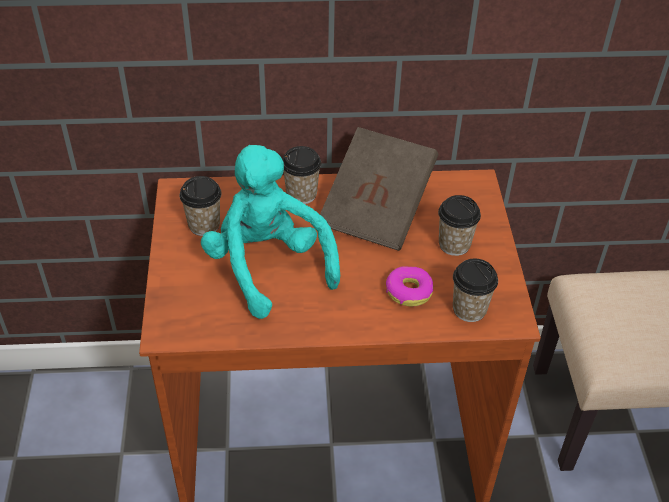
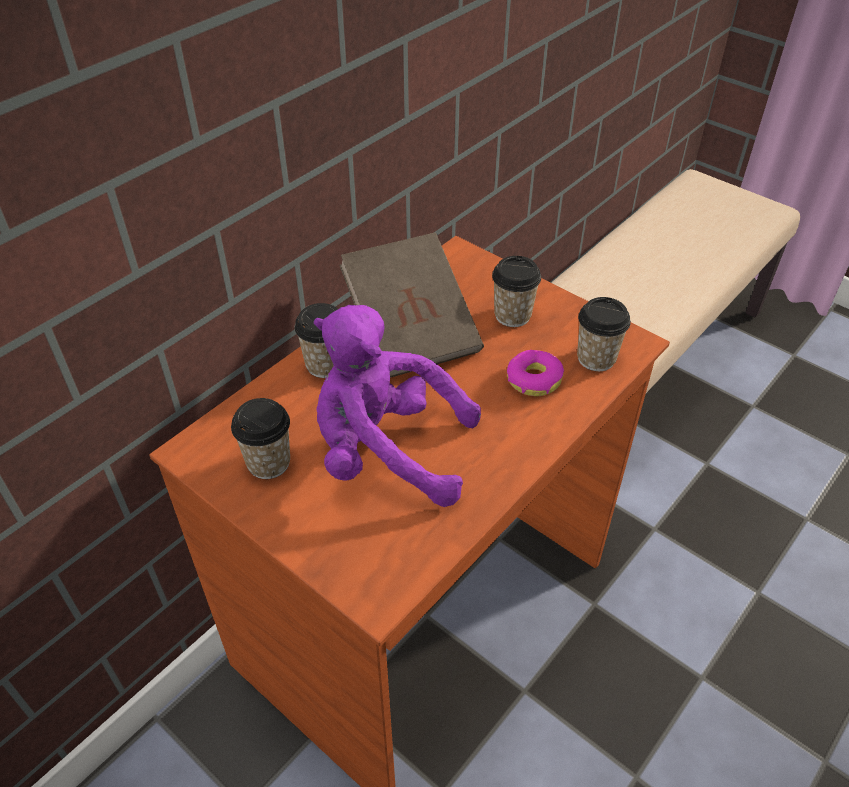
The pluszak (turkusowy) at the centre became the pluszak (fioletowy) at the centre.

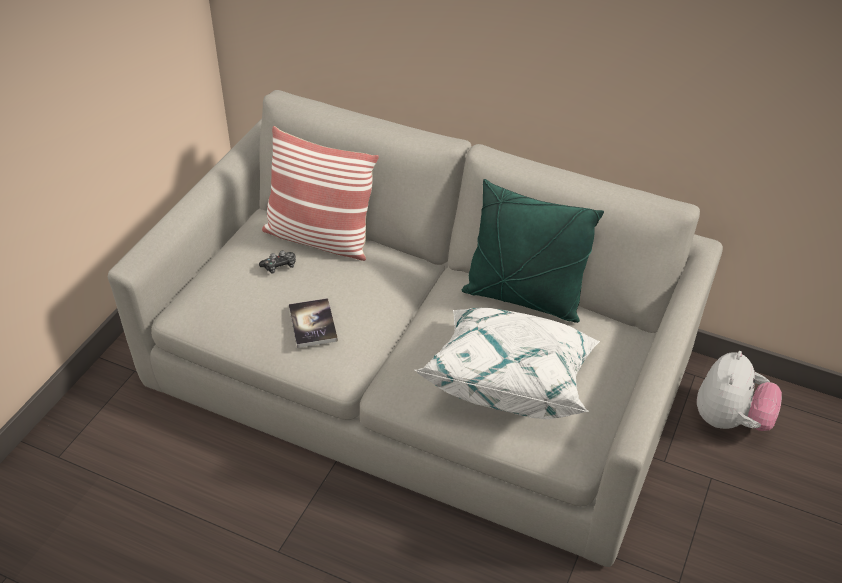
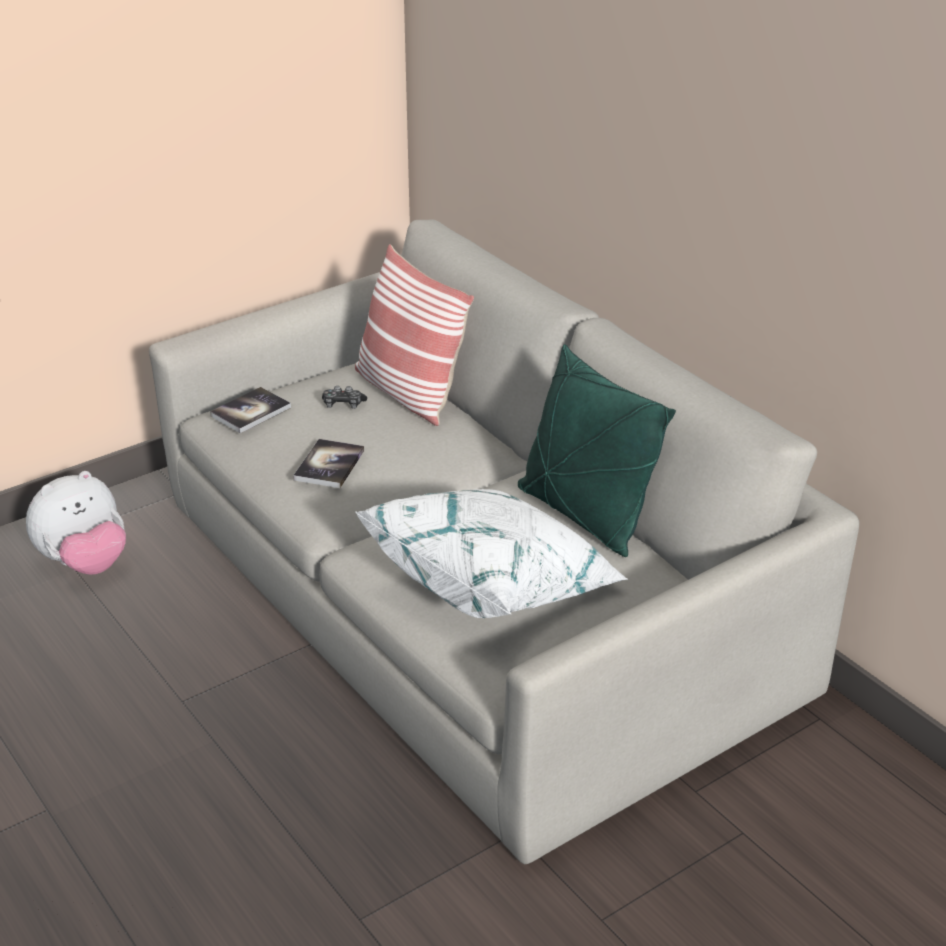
The pluszak moved from the bottom right to the middle left.
The książka (1st from left) at the middle left appeared.

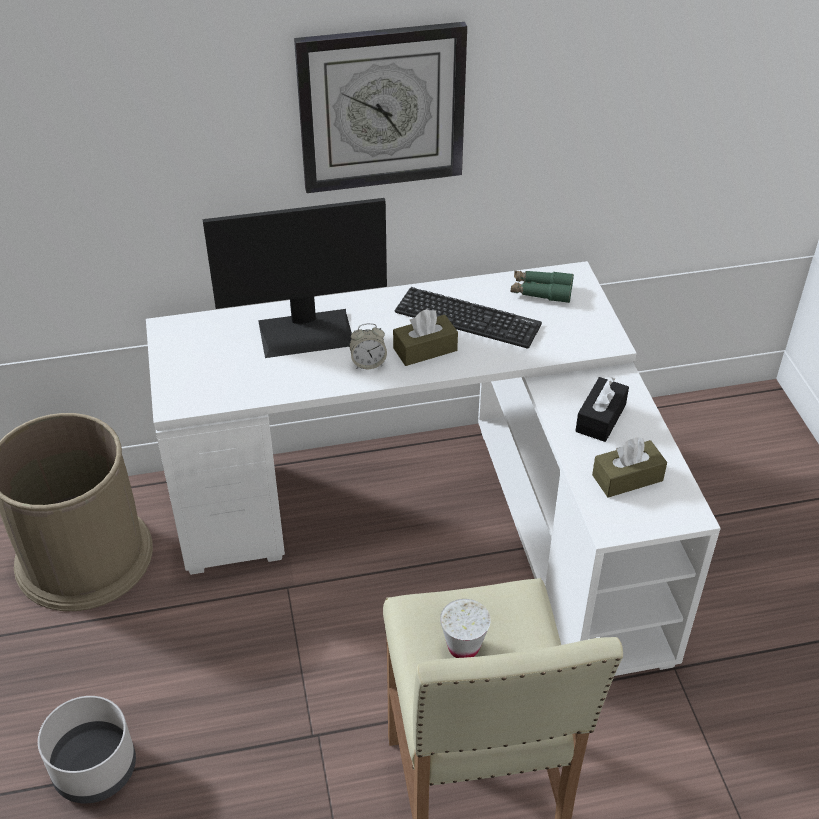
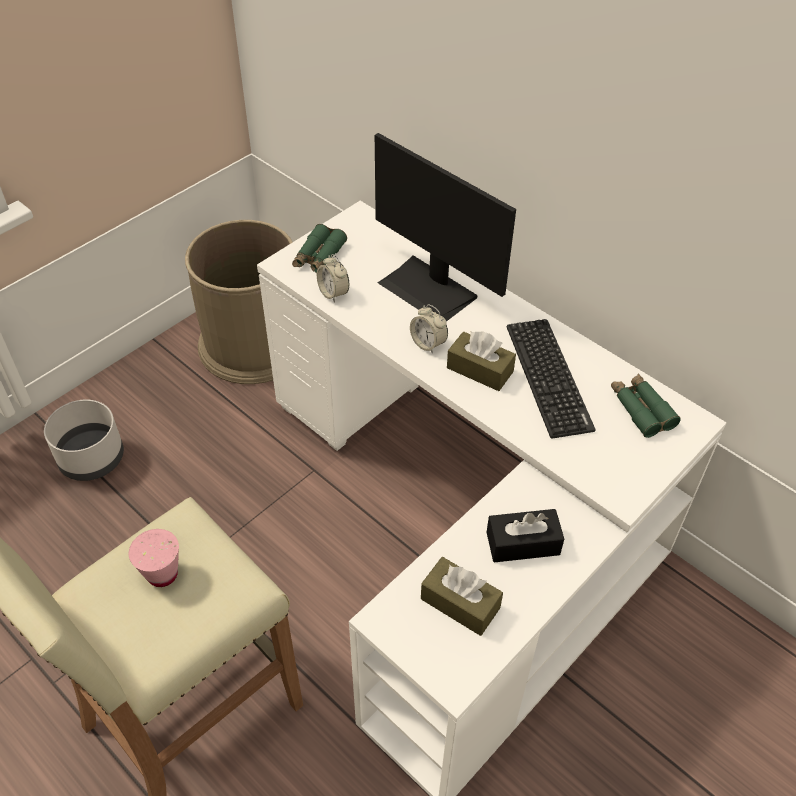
The zegar ścienny at the top centre disappeared.
The filiżanka (biały) at the bottom centre became the filiżanka (różowy) at the bottom left.
The lornetka (zielony) (1st from left) at the top centre appeared.
The budzik (1st from left) at the centre appeared.

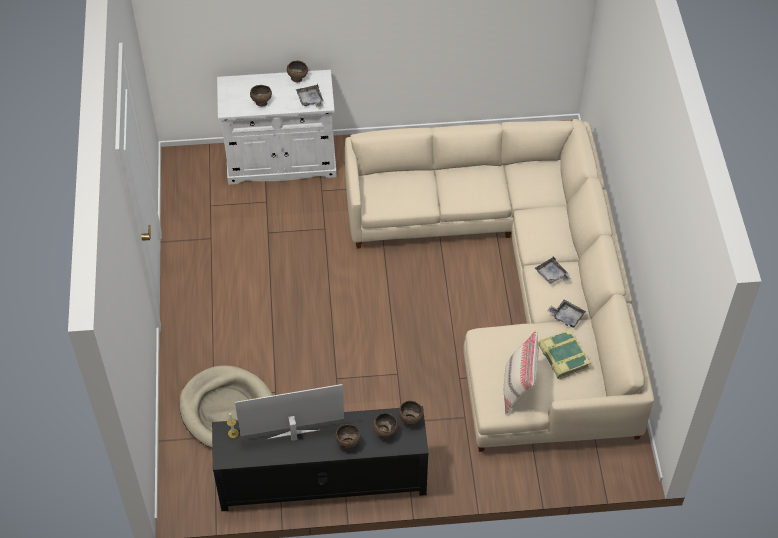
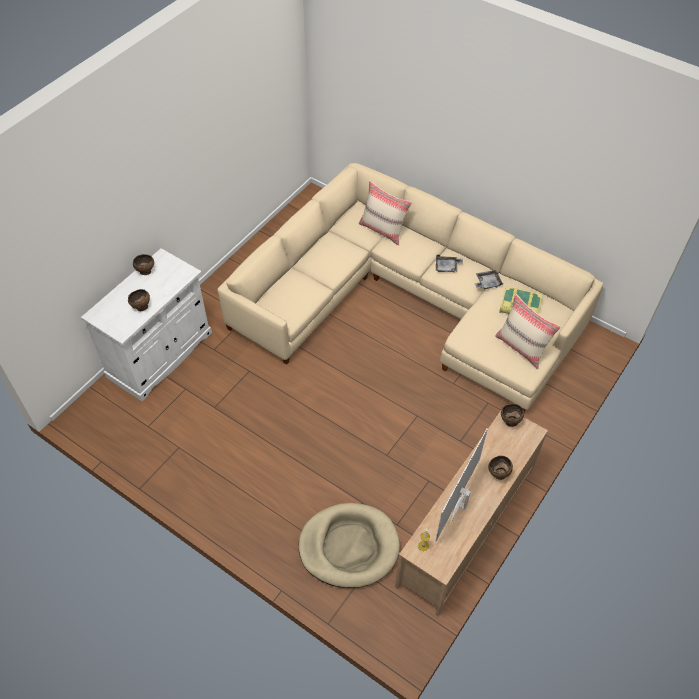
The taca (szary) (1st from left) at the top centre disappeared.
The szafka pod telewizor (czarny) at the bottom centre became the szafka pod telewizor (beżowy) at the bottom right.
The miska (brązowy) (4th from left) at the bottom centre disappeared.
The poduszka (beżowy) (1st from left) at the top centre appeared.

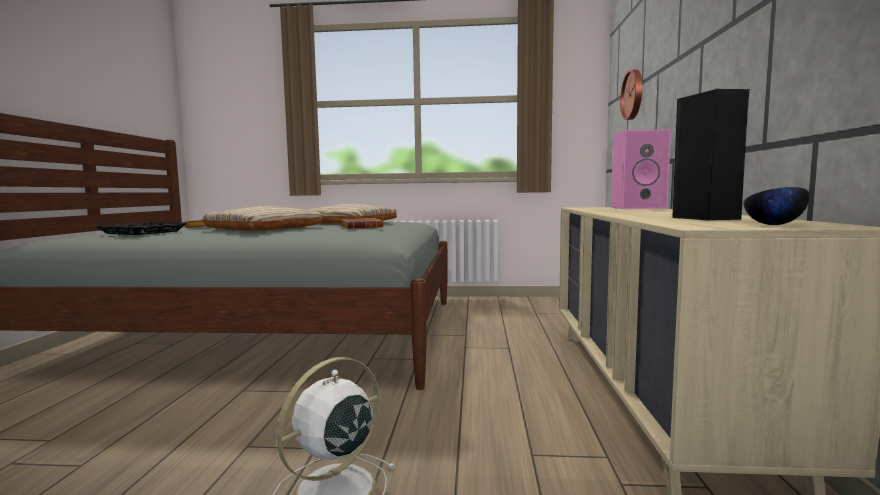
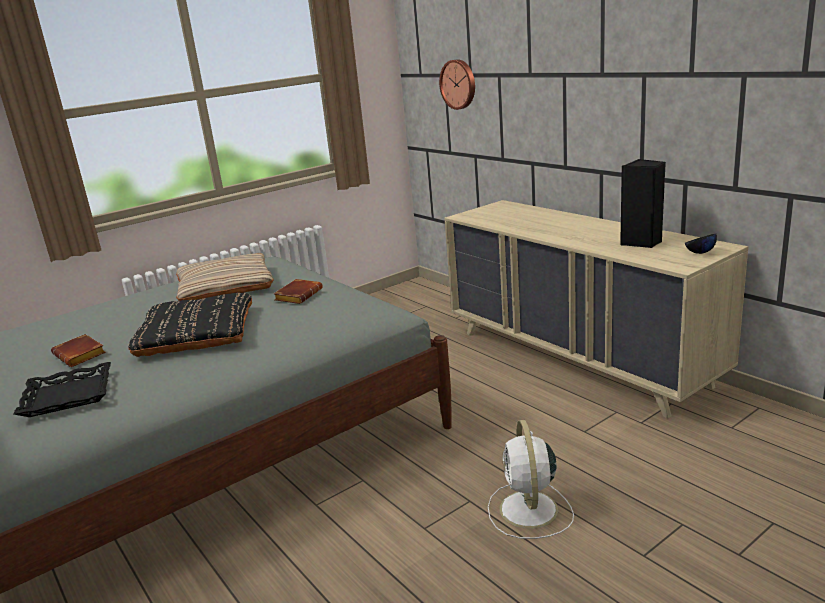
The głośnik (różowy) at the middle right disappeared.
The poduszka (beżowy) (1st from left) at the middle left became the poduszka (czarny) at the middle left.

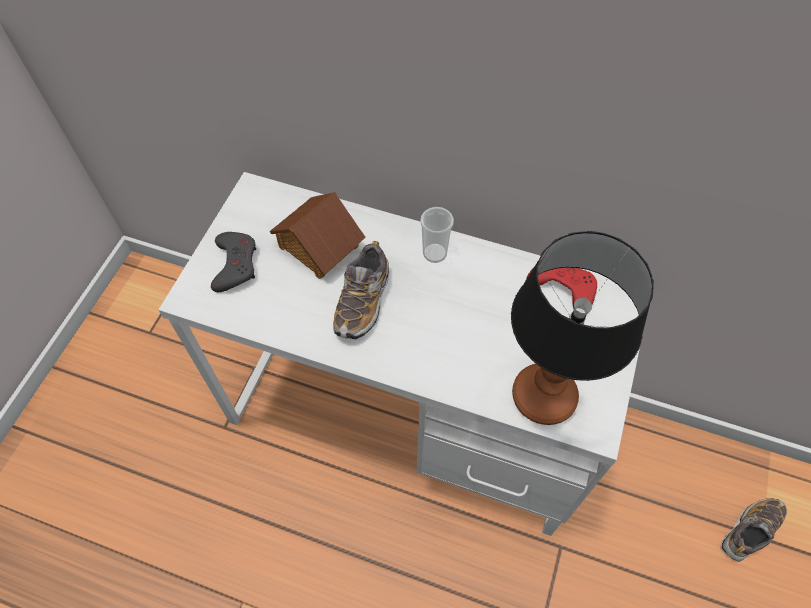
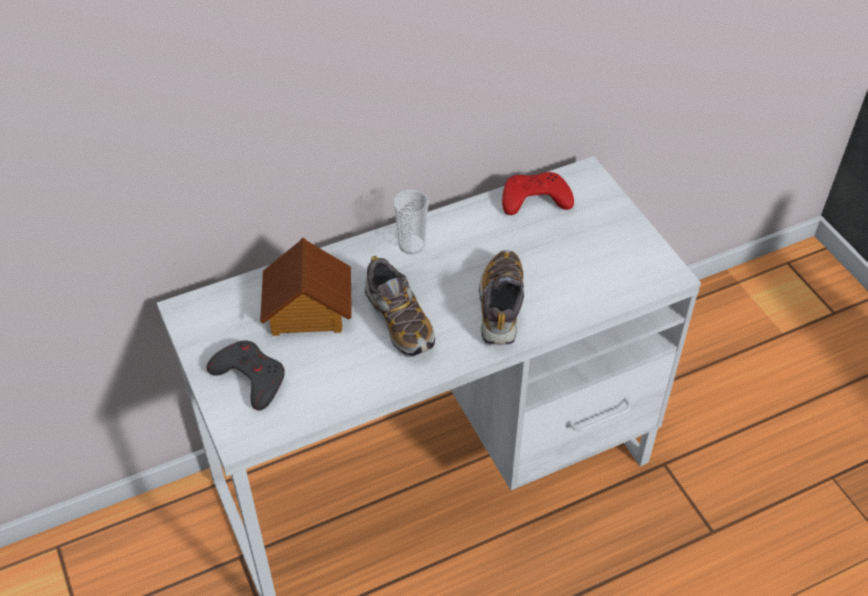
The lampa stołowa at the middle right disappeared.
The but (2nd from left) moved from the bottom right to the centre.

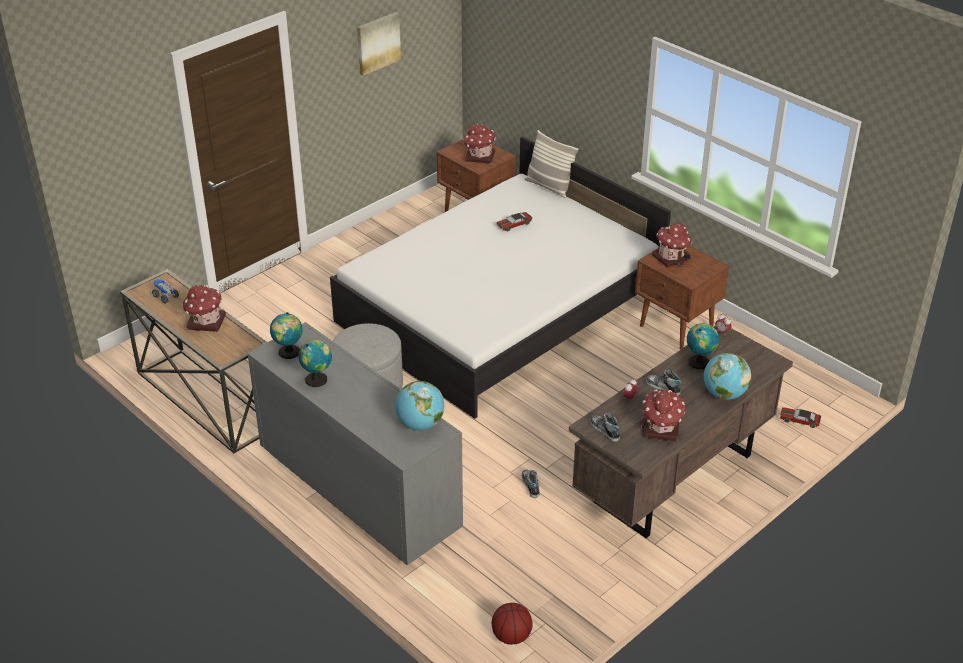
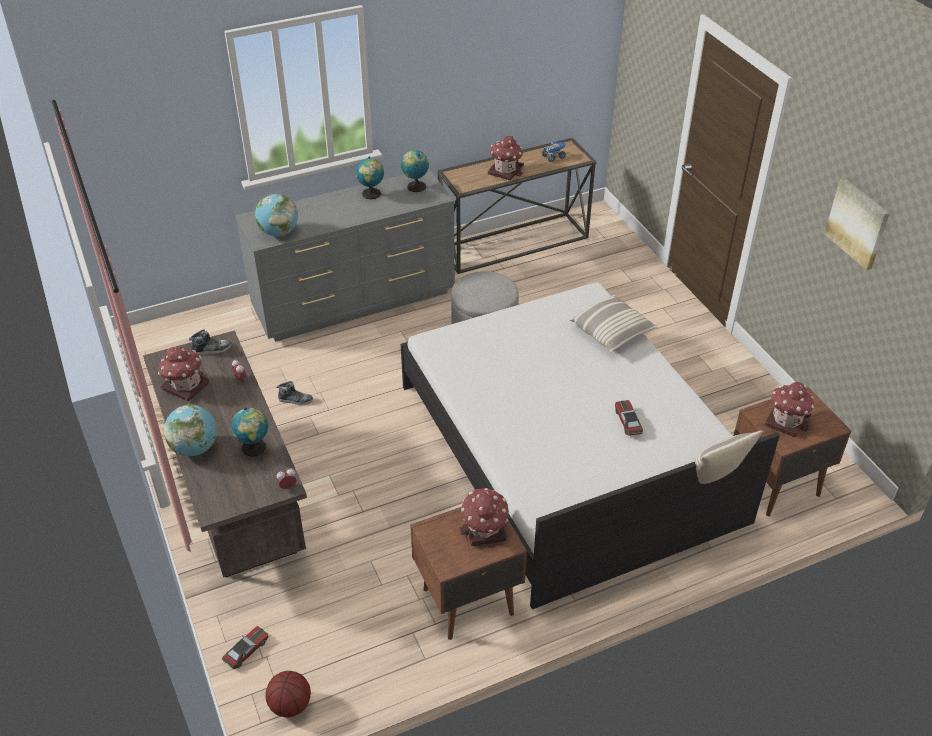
The but (3rd from left) at the middle right disappeared.
The piłka do koszykówki moved from the bottom centre to the bottom left.
The poduszka (1st from left) at the centre appeared.

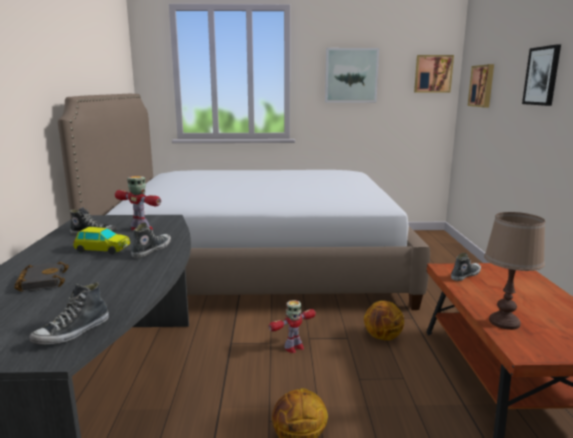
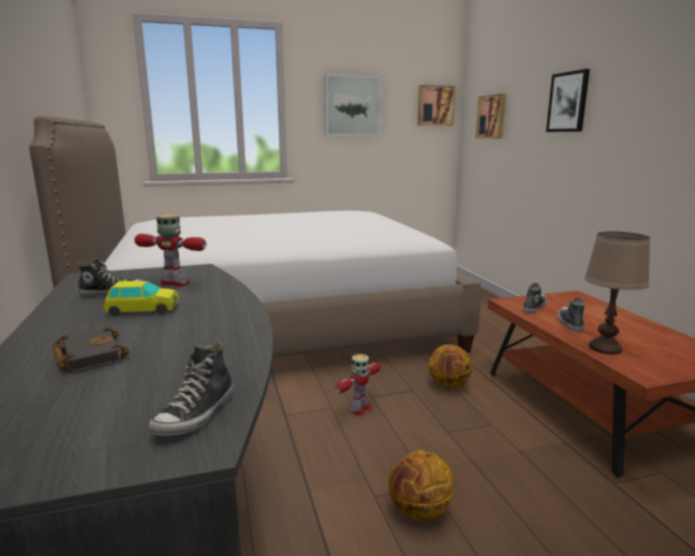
The but (3rd from left in the first image) moved from the middle left to the middle right.

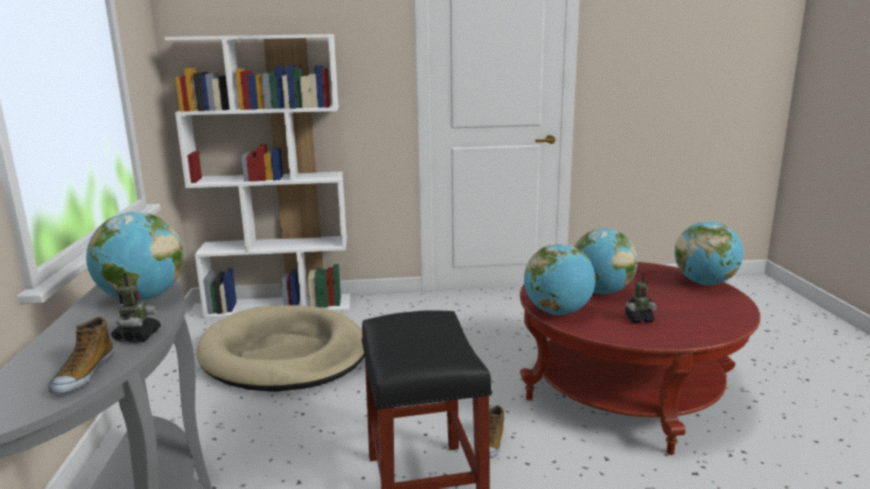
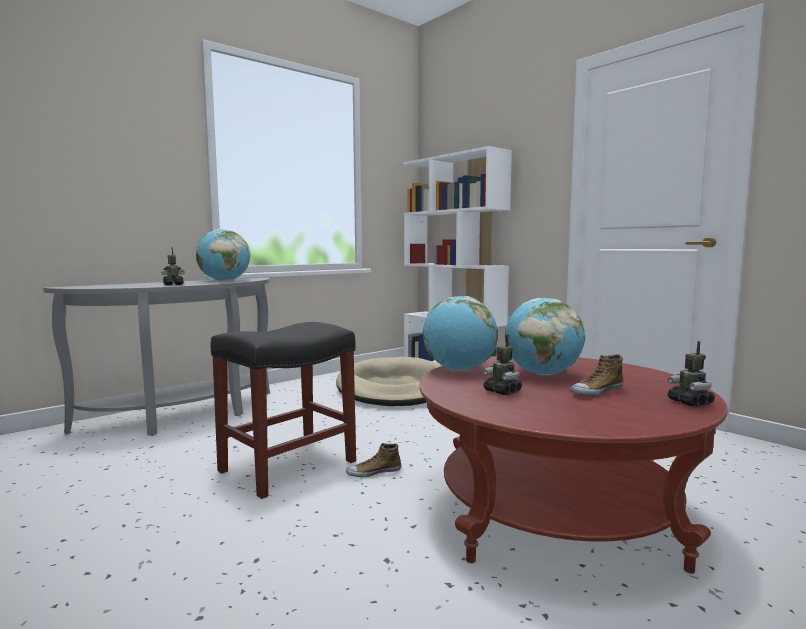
The globus (4th from left) at the middle right was replaced by the robot zabawkowy (3rd from left) at the middle right.
The but (1st from left in the first image) moved from the bottom left to the middle right.

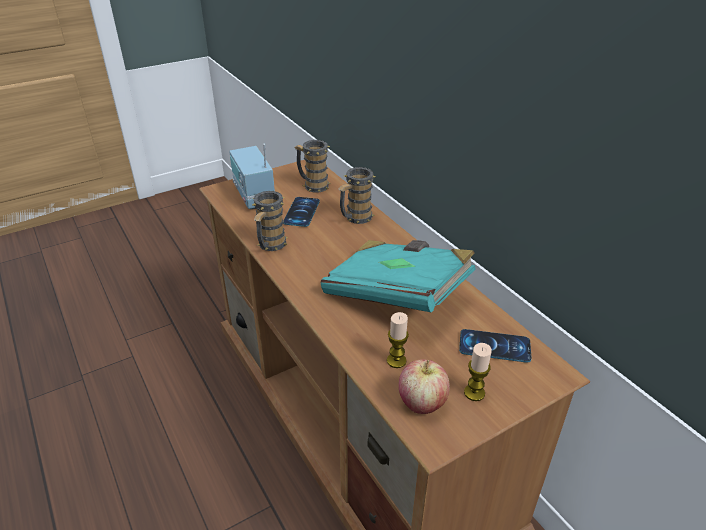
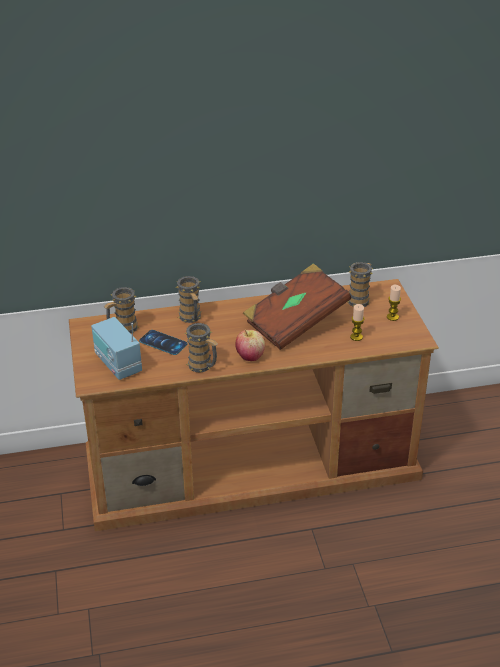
The radio at the top centre turned 60 degrees clockwise.
The książka (turkusowy) at the centre became the książka (brązowy) at the centre.
The telefon (2nd from left) at the middle right was replaced by the kubek (4th from left) at the middle right.
The jabłko moved from the bottom centre to the centre.

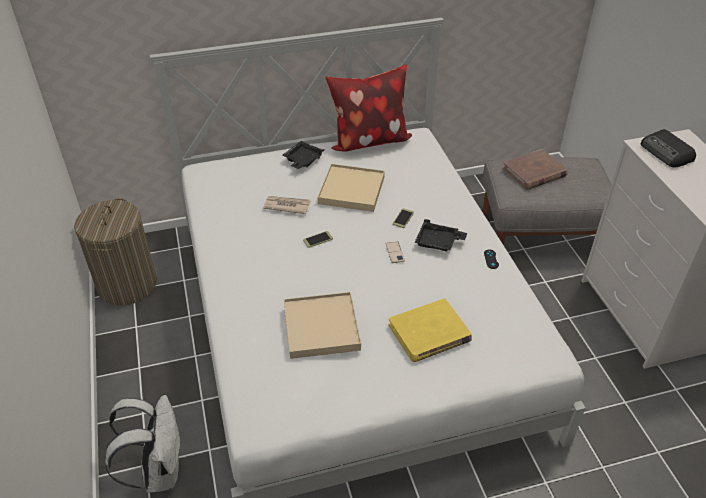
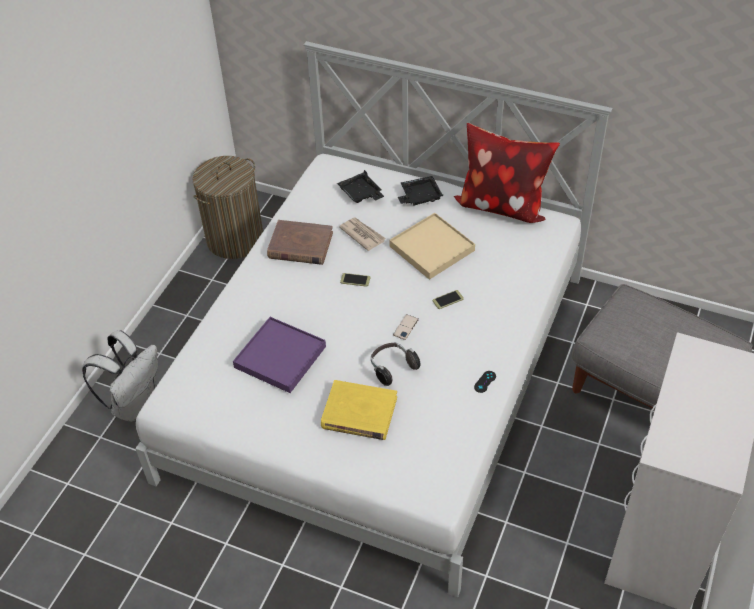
The radio at the top right disappeared.
The książka (brązowy) moved from the middle right to the centre.
The taca (czarny) (2nd from left in the first image) moved from the centre to the top centre.
The taca (beżowy) (1st from left) at the centre became the taca (fioletowy) at the centre.
The słuchawki at the centre appeared.

